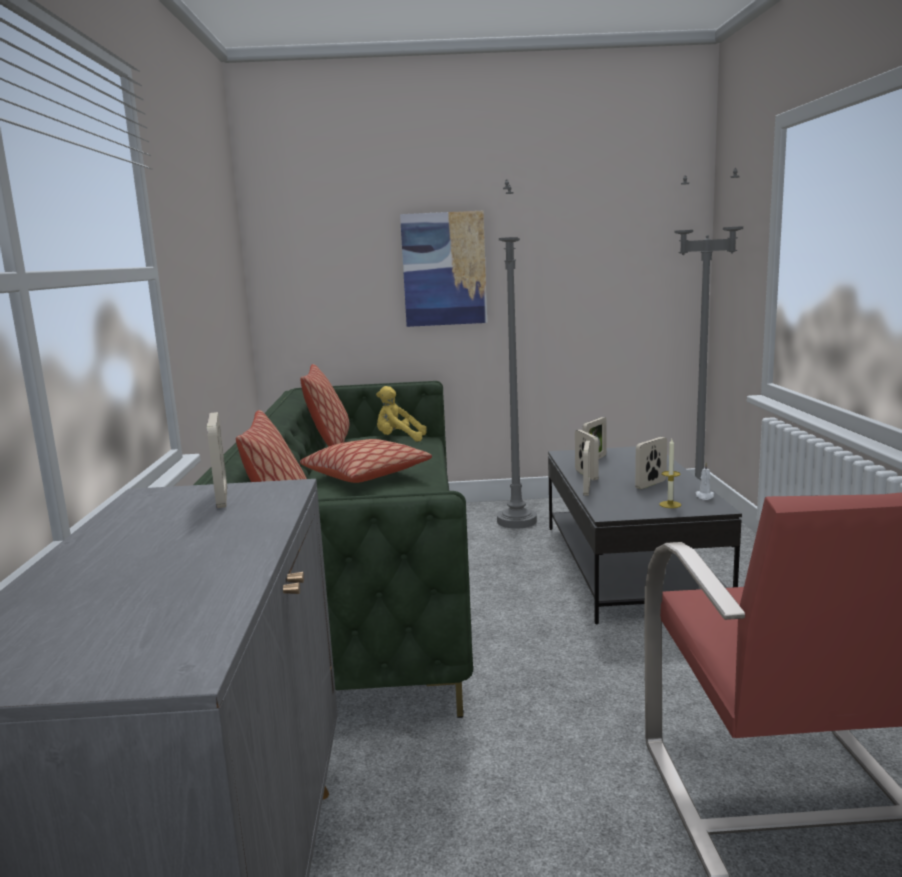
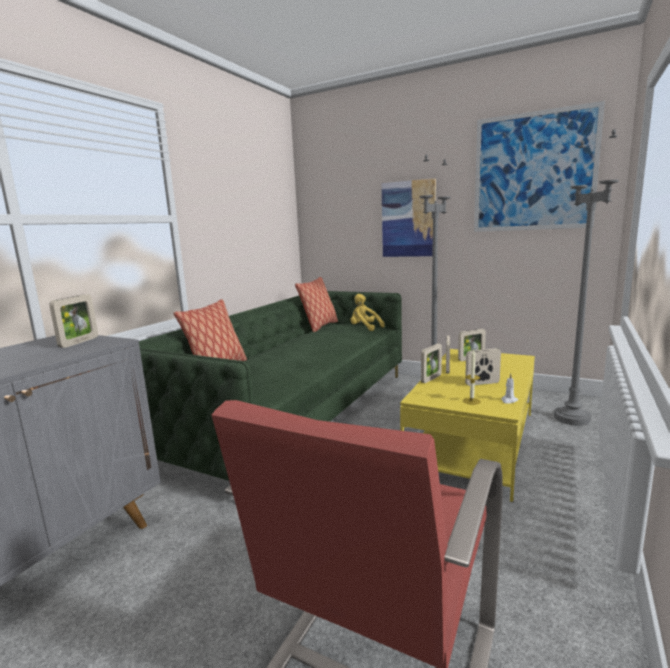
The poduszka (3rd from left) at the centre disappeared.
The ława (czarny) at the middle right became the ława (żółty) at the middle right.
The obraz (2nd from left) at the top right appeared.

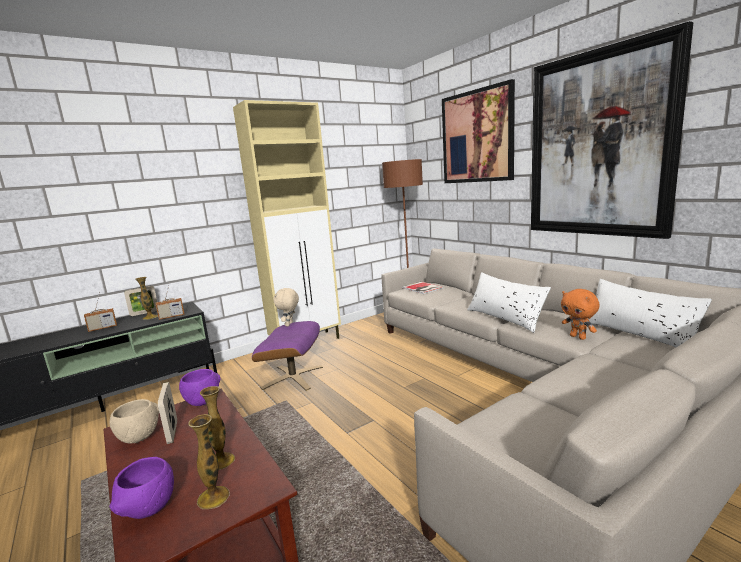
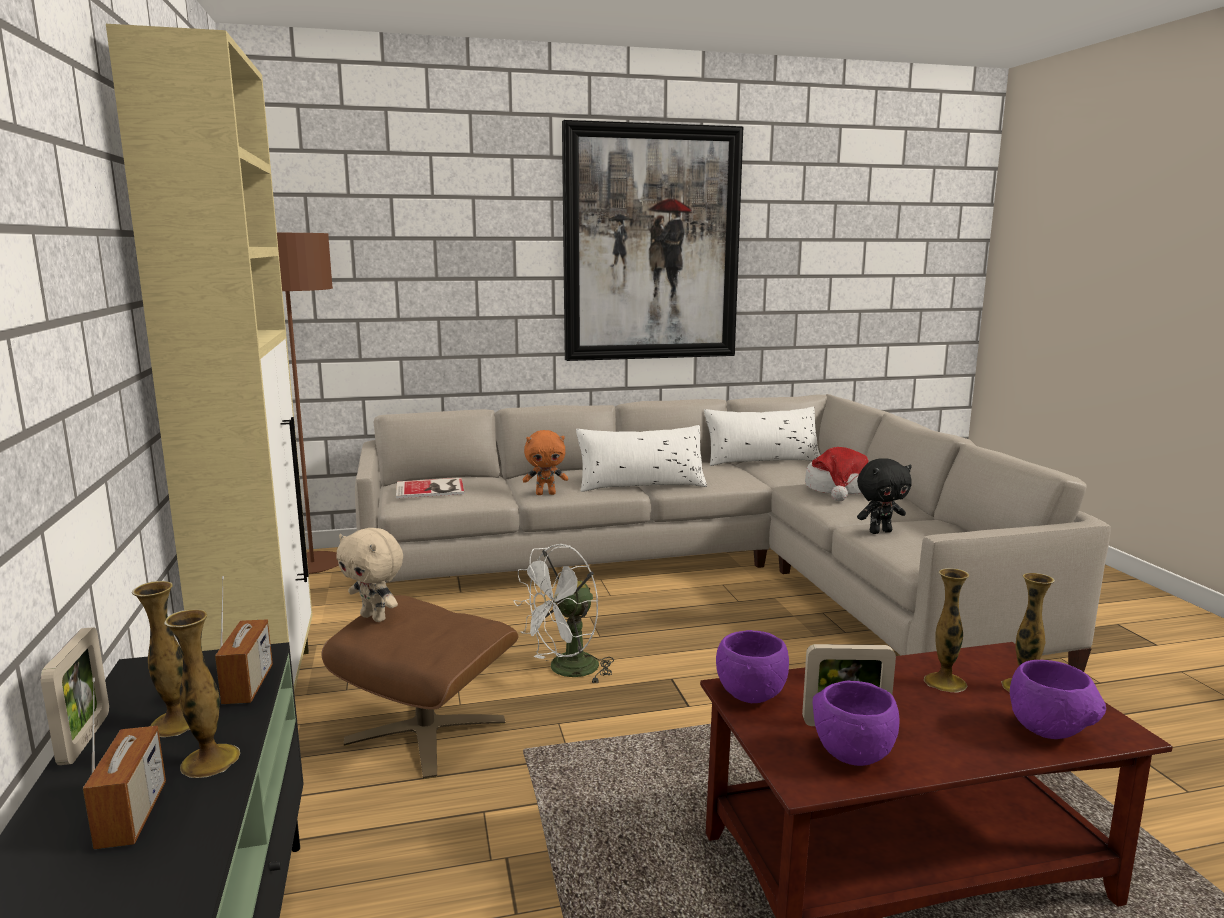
The obraz (1st from left) at the top centre disappeared.
The pluszak (pomarańczowy) moved from the middle right to the centre.
The pufa (fioletowy) at the centre became the pufa (brązowy) at the bottom centre.
The miska (beżowy) at the bottom left became the miska (fioletowy) (2nd from left) at the bottom right.
The kapelusz at the middle right appeared.
The pluszak (czarny) at the middle right appeared.
The wentylator (biały) at the bottom centre appeared.
The wazon (2nd from left) at the bottom left appeared.

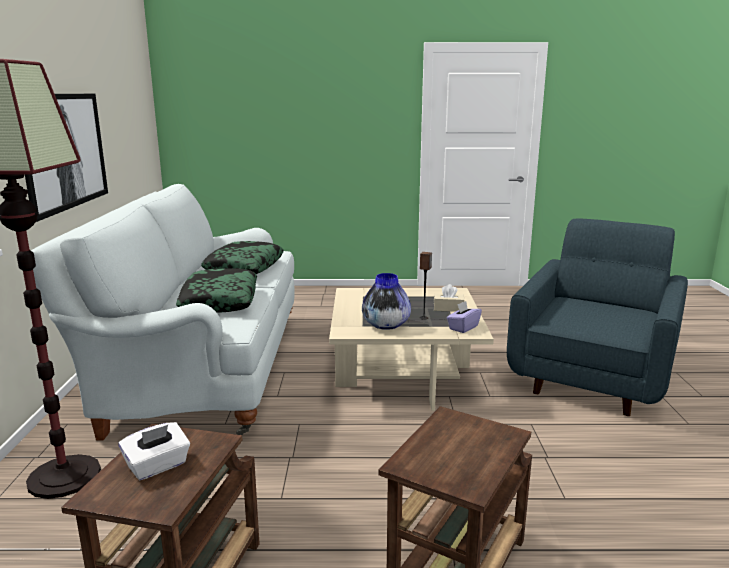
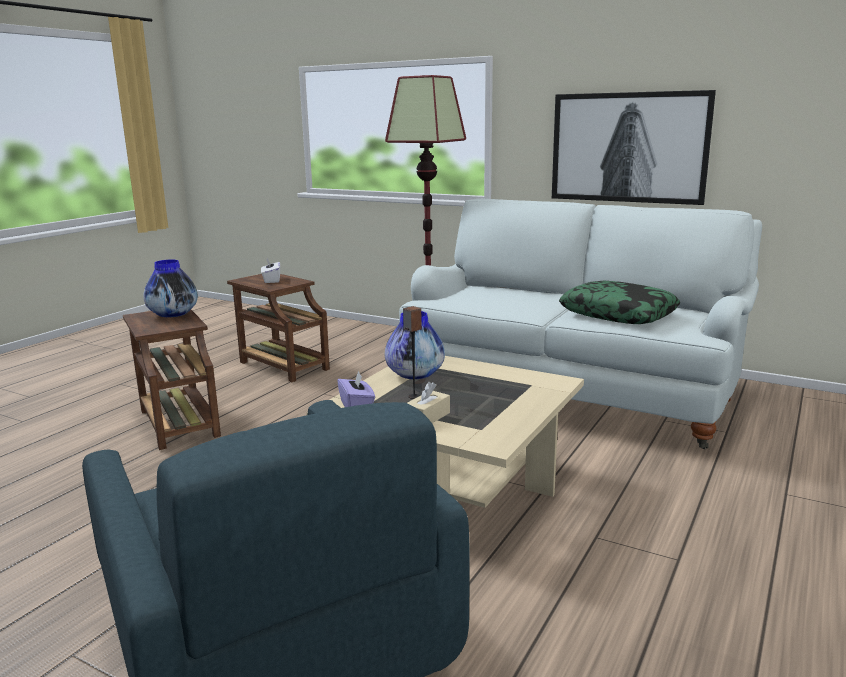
The poduszka (1st from left) at the middle left disappeared.
The wazon (1st from left) at the middle left appeared.

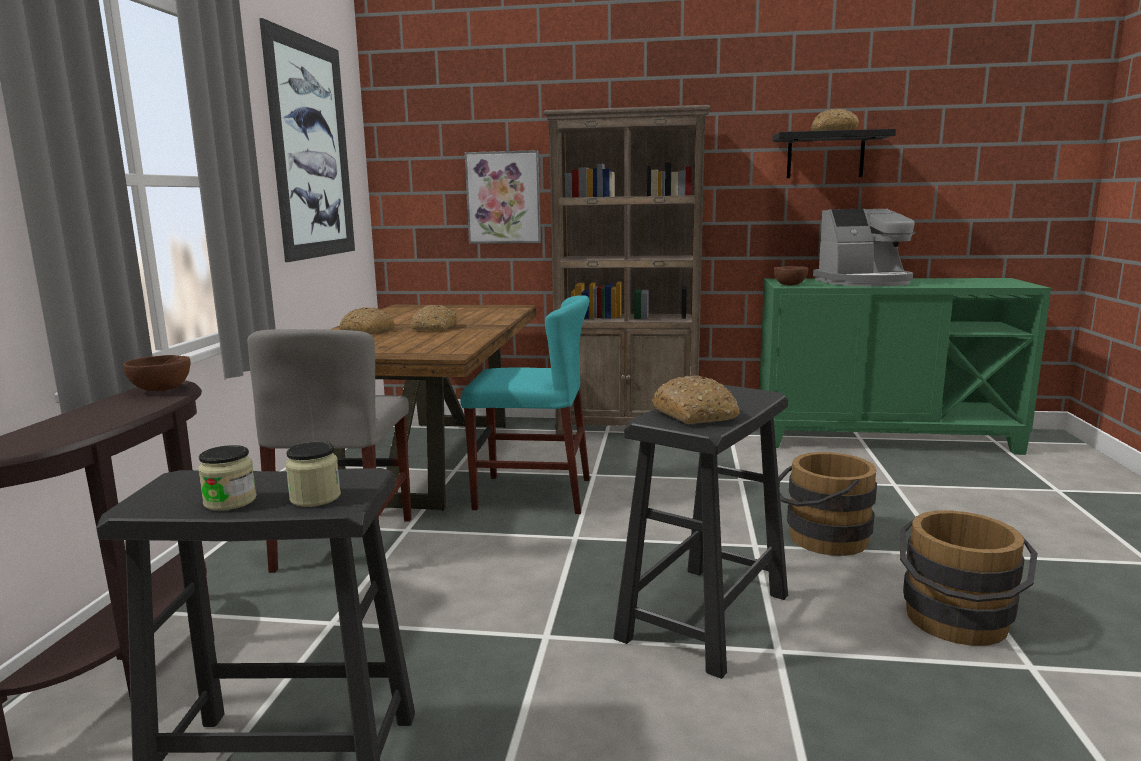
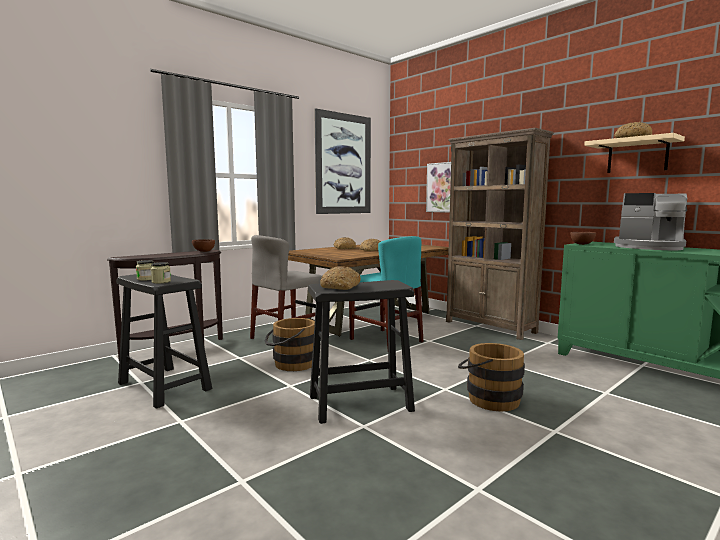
The półka (czarny) at the top right became the półka (beżowy) at the top right.
The wiadro (brązowy) (2nd from left in the first image) moved from the bottom right to the centre.

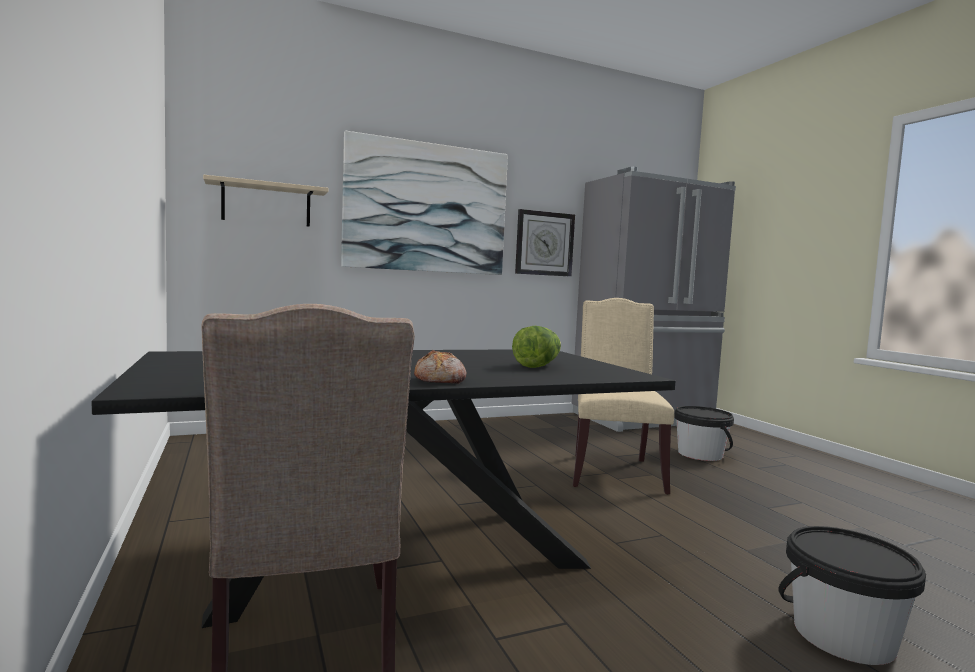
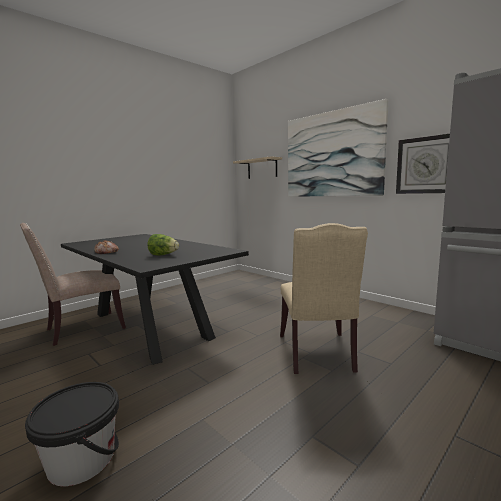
The krzesło (beżowy) (2nd from left) at the centre turned 105 degrees clockwise.
The wiadro (czarny) (1st from left) at the middle right disappeared.

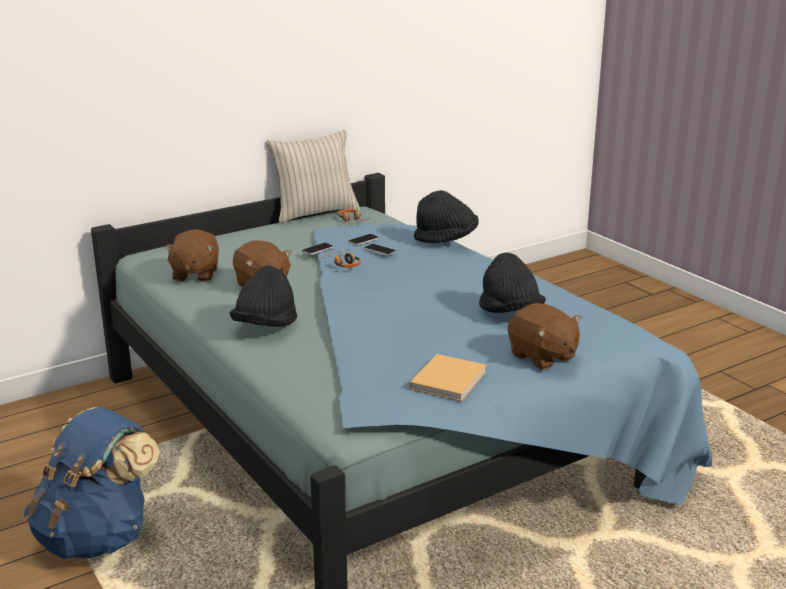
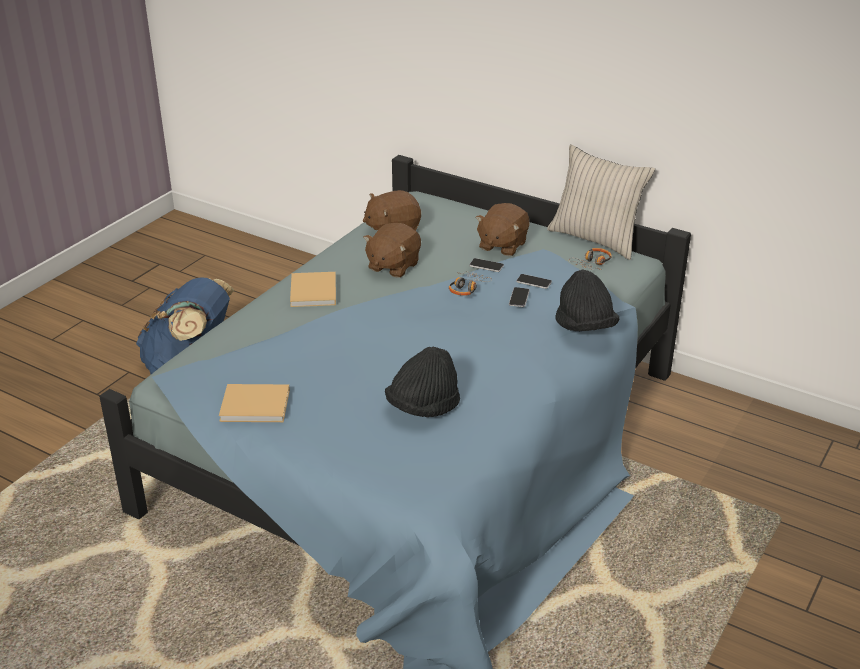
The kapelusz (czarny) (1st from left) at the centre was replaced by the książka (beżowy) (2nd from left) at the centre.
The pluszak (brązowy) (3rd from left) moved from the middle right to the centre.

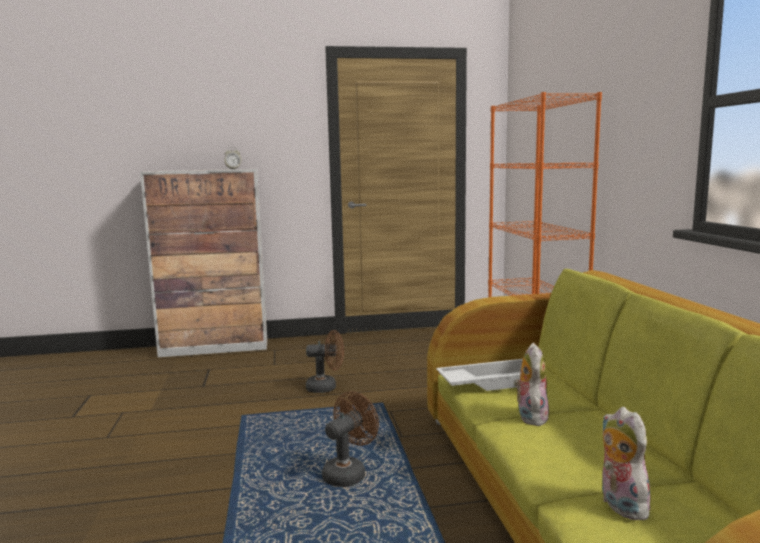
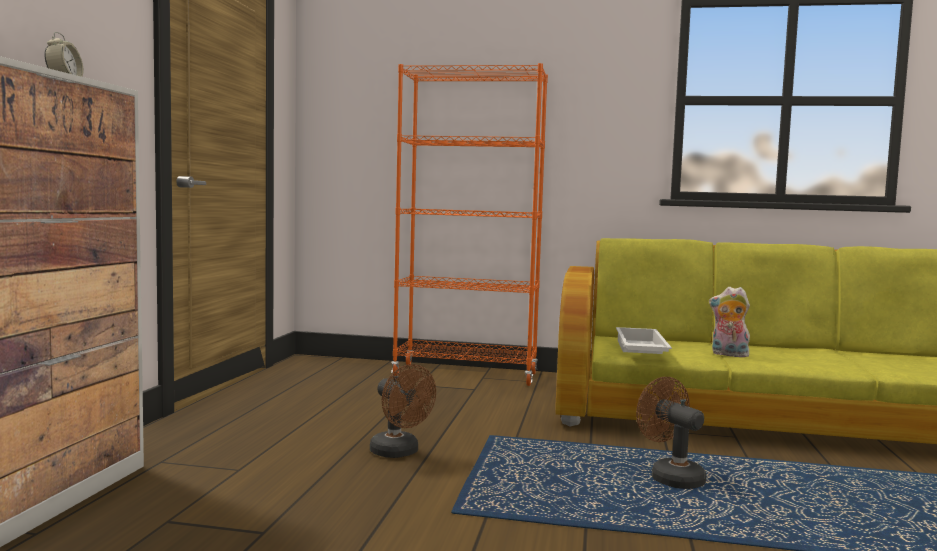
The wentylator (brązowy) (1st from left) at the centre turned 120 degrees clockwise.
The pluszak (2nd from left) at the bottom right disappeared.

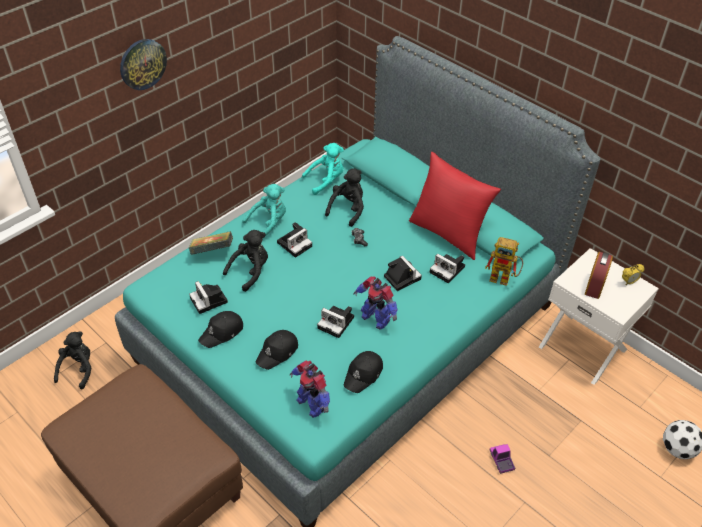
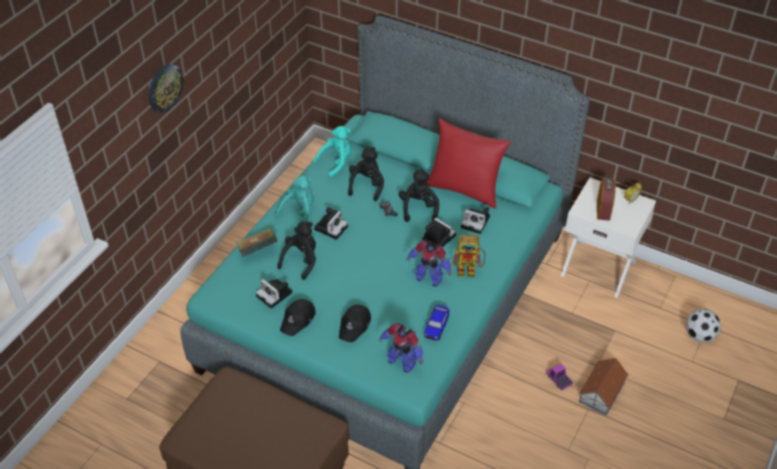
The robot zabawkowy (3rd from left) moved from the middle right to the centre.
The aparat fotograficzny (3rd from left) at the centre disappeared.
The pluszak (czarny) (1st from left in the first image) moved from the bottom left to the centre.
The czapka z daszkiem (czarny) (3rd from left) at the bottom centre was replaced by the samochodzik at the bottom centre.
The domek at the bottom right appeared.

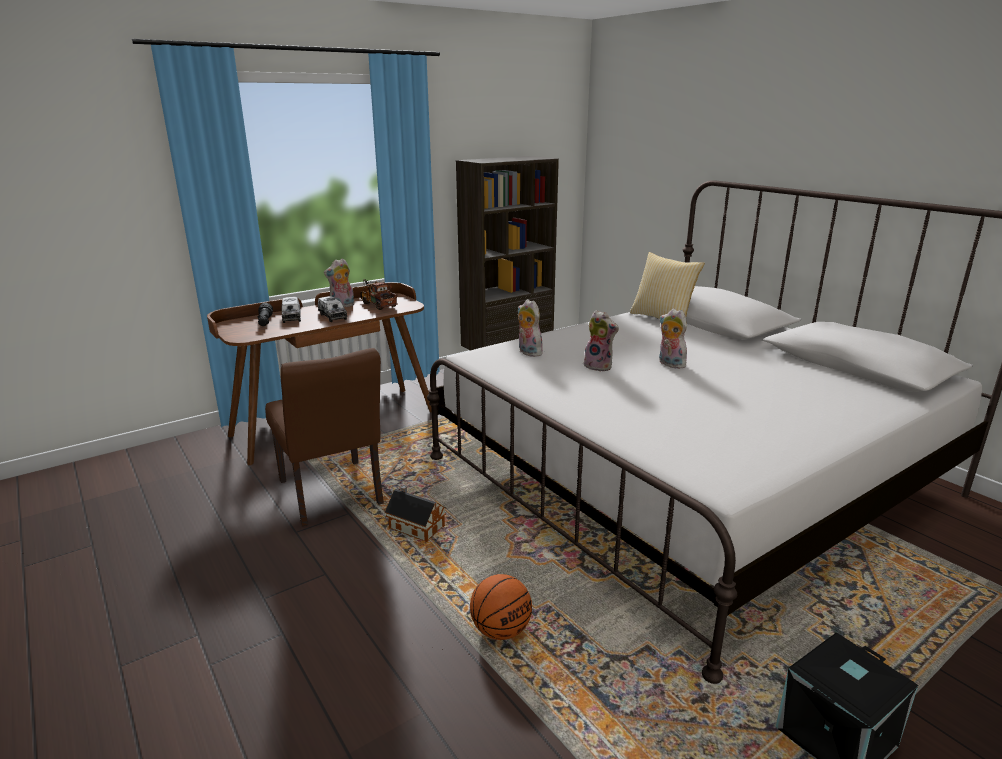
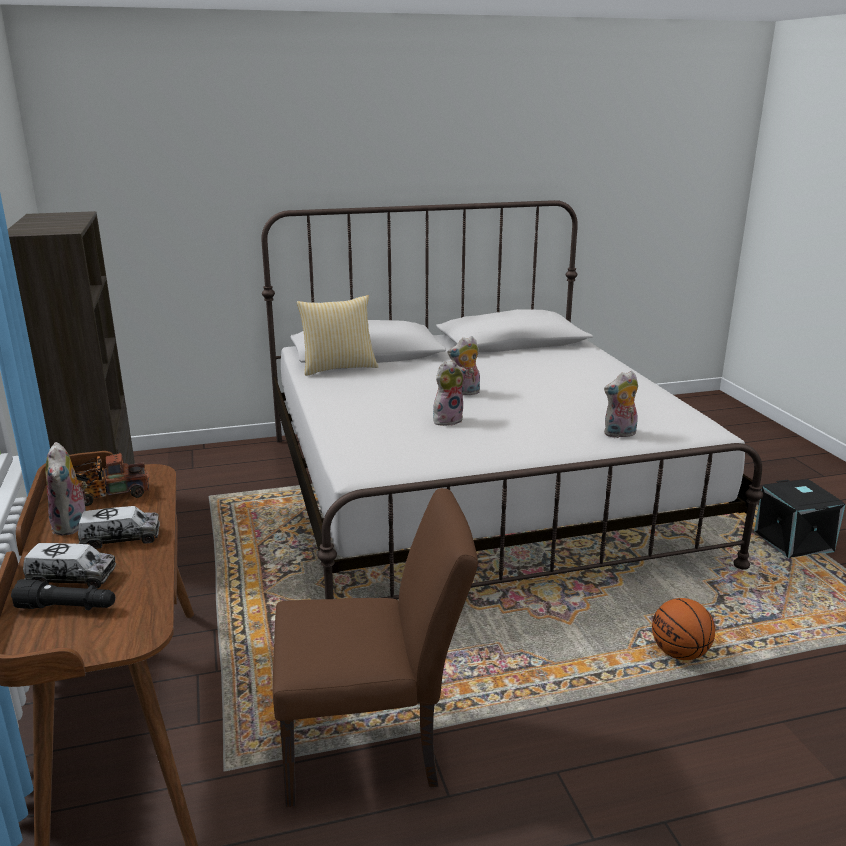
The pluszak (2nd from left in the first image) moved from the centre to the middle right.
The domek at the bottom centre disappeared.

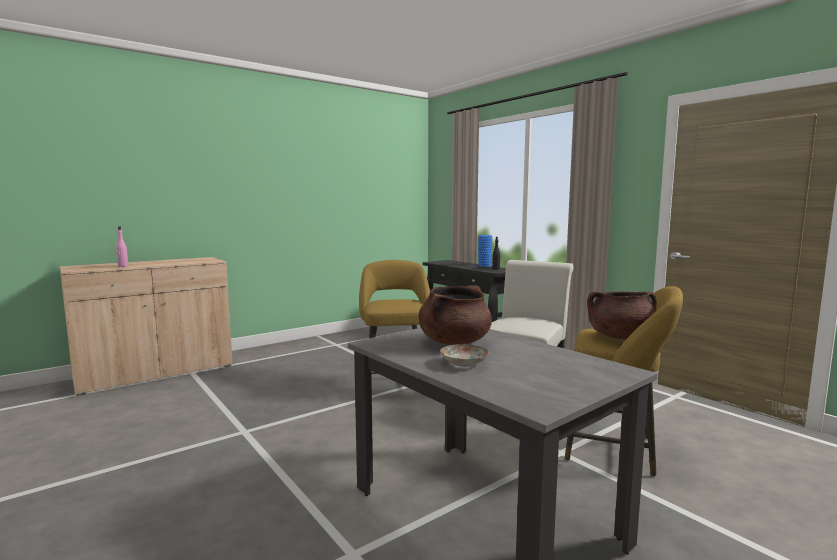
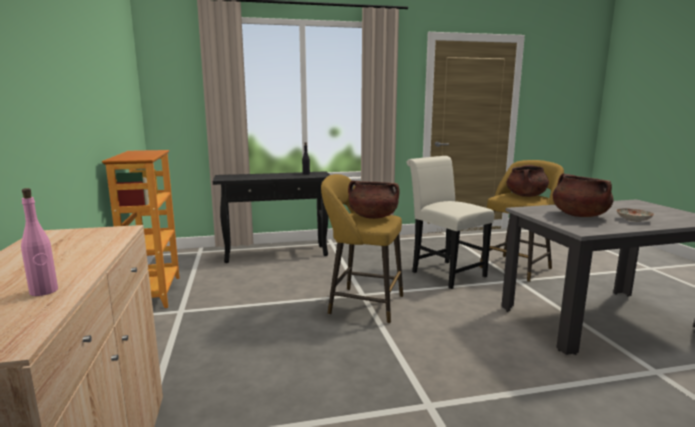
The wazon (niebieski) at the centre disappeared.
The regał at the middle left appeared.
The garnek (brązowy) (1st from left) at the centre appeared.

